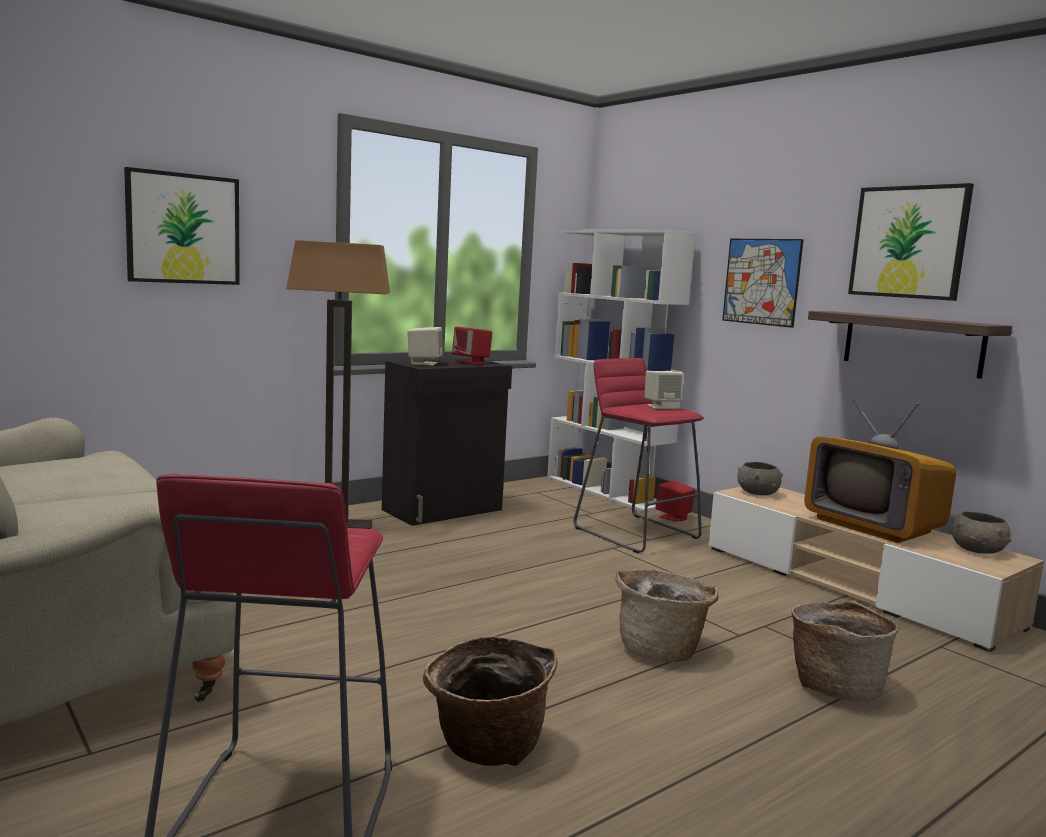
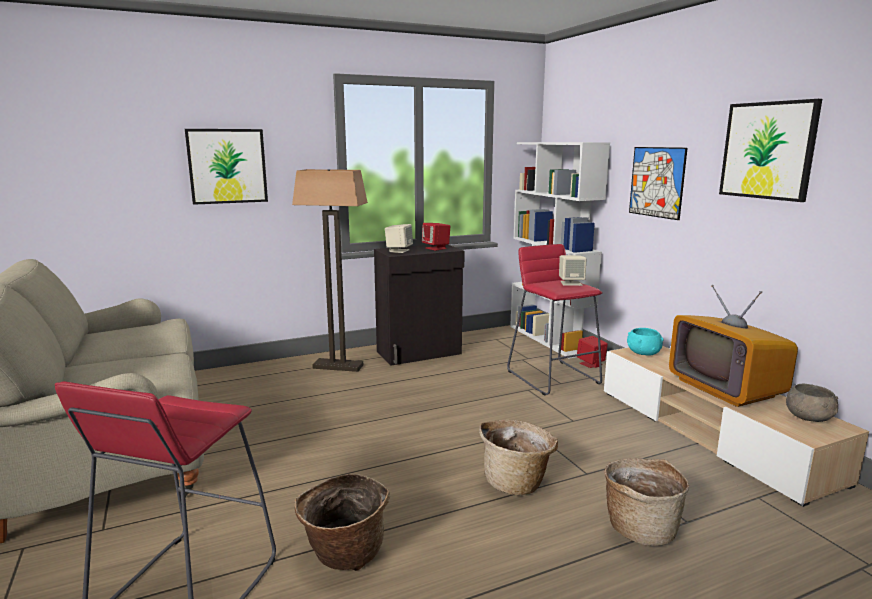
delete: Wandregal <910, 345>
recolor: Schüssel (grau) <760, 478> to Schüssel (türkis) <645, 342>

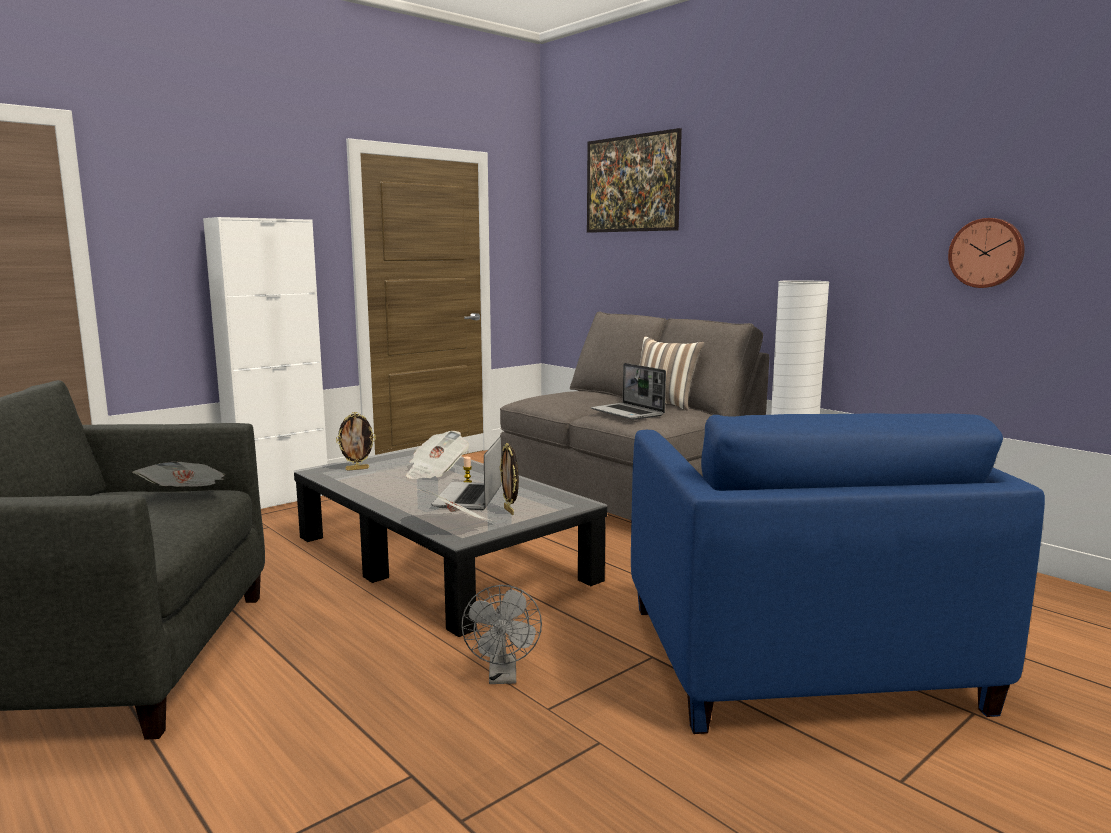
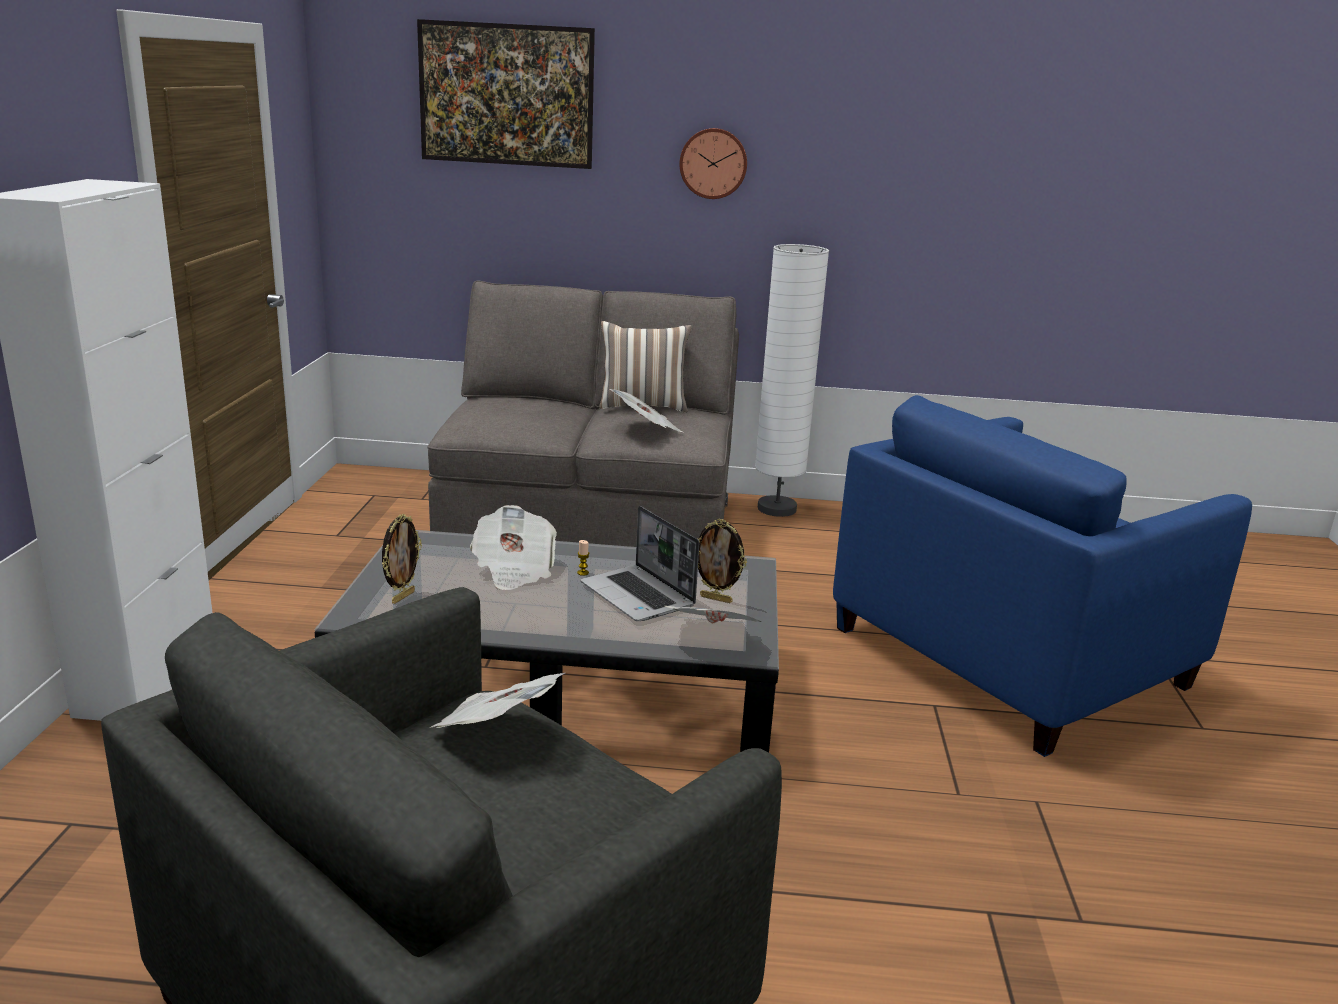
delete: Ventilator (grau) <501, 634>
move: Wanduhr <986, 253> to <713, 163>
replace: Laptop <628, 391> to Zeitung <646, 410>
rotate: Sessel (blau) <838, 573> = <1042, 576> 105 degrees clockwise

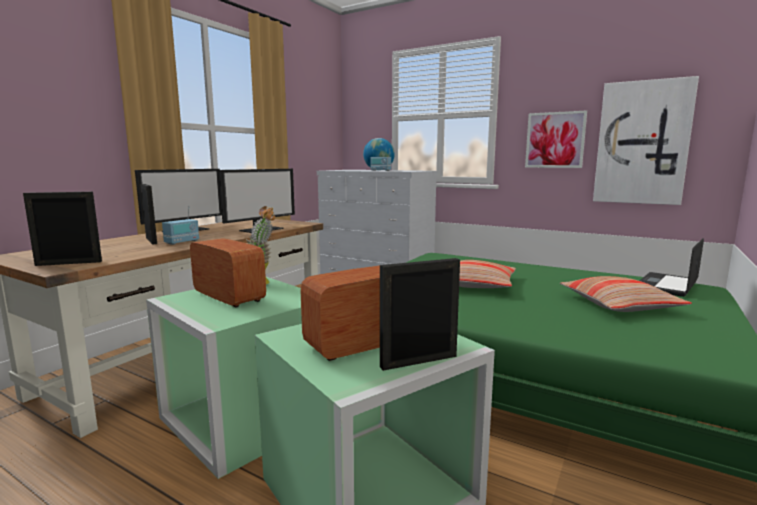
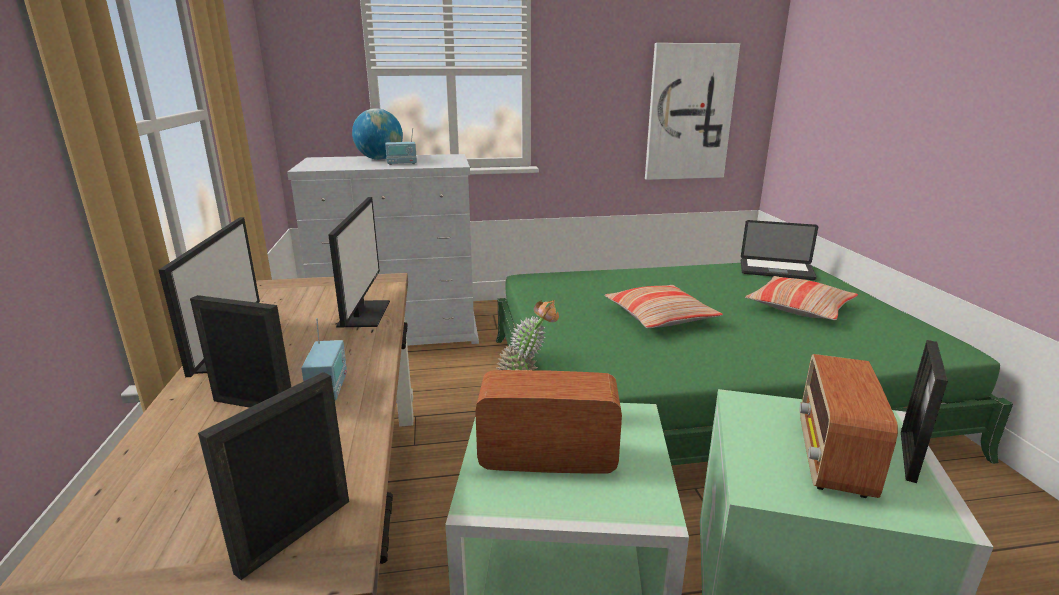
delete: Bild <556, 139>
rotate: Laptop <672, 267> = <779, 250> 75 degrees counterclockwise

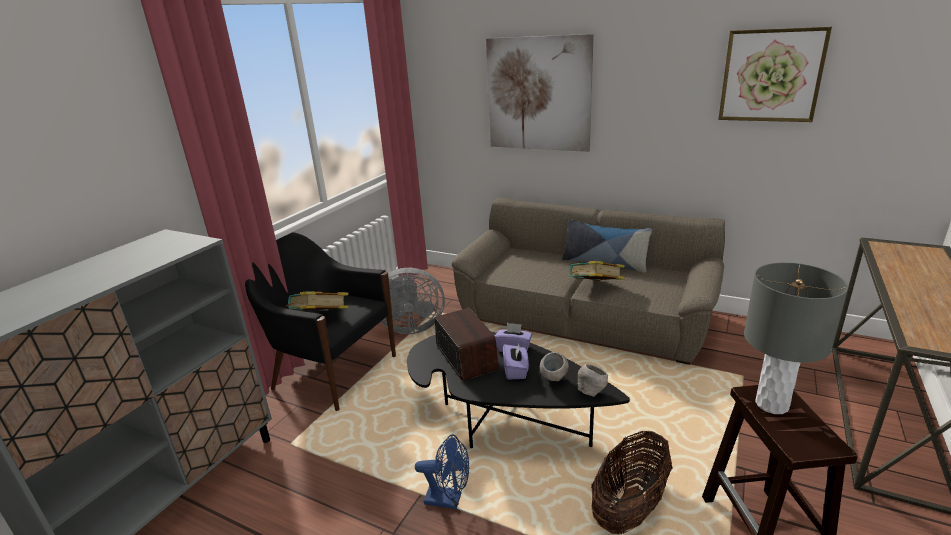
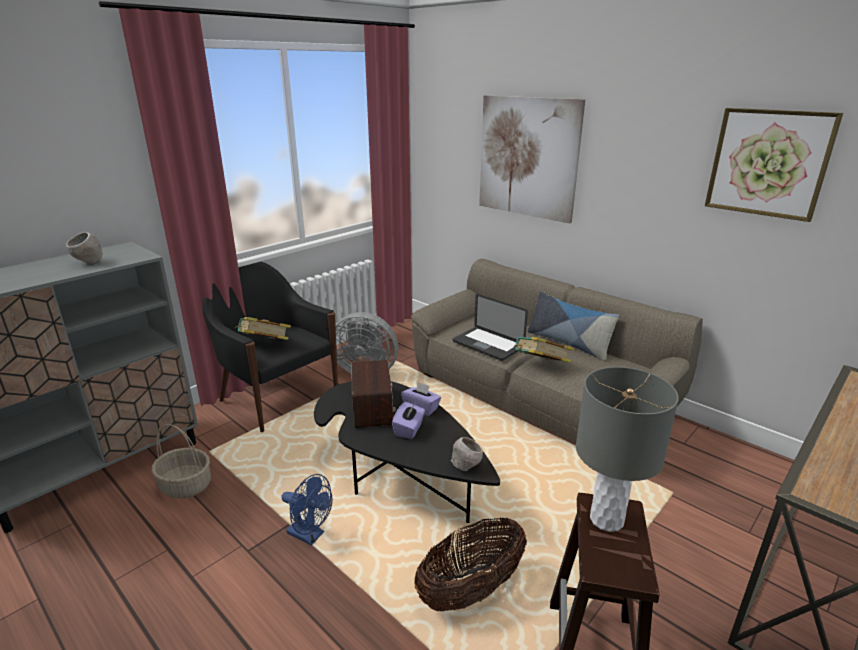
insert: Korb <181, 461>; Laptop <490, 327>
move: Schüssel (grau) <554, 366> to <84, 248>

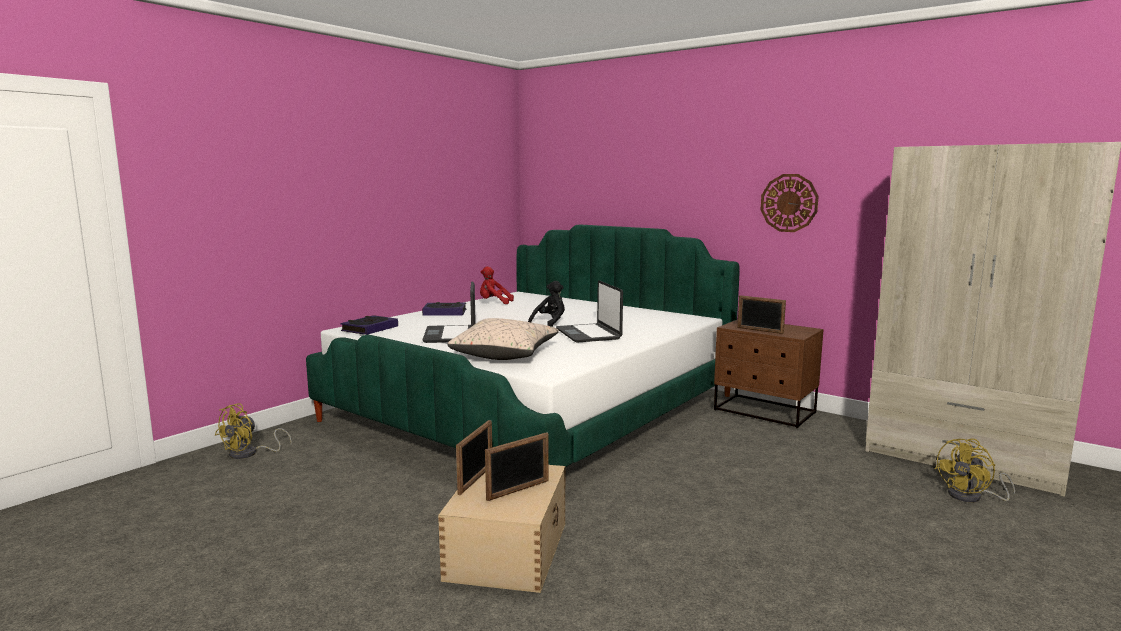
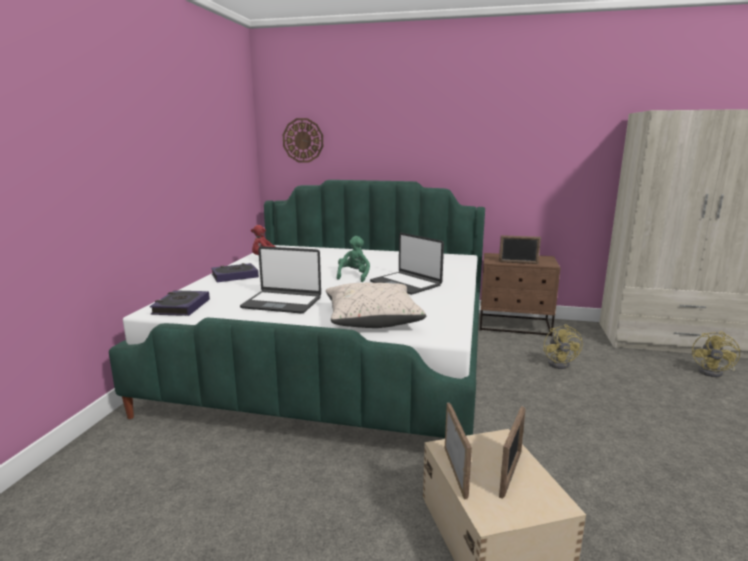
move: Ventilator (gelb) <253, 431> to <563, 346>; Wanduhr <790, 203> to <303, 140>
recolor: Plüschtier (schwarz) <546, 304> to Plüschtier (grün) <353, 259>
rotate: Laptop <449, 312> = <280, 280> 45 degrees counterclockwise

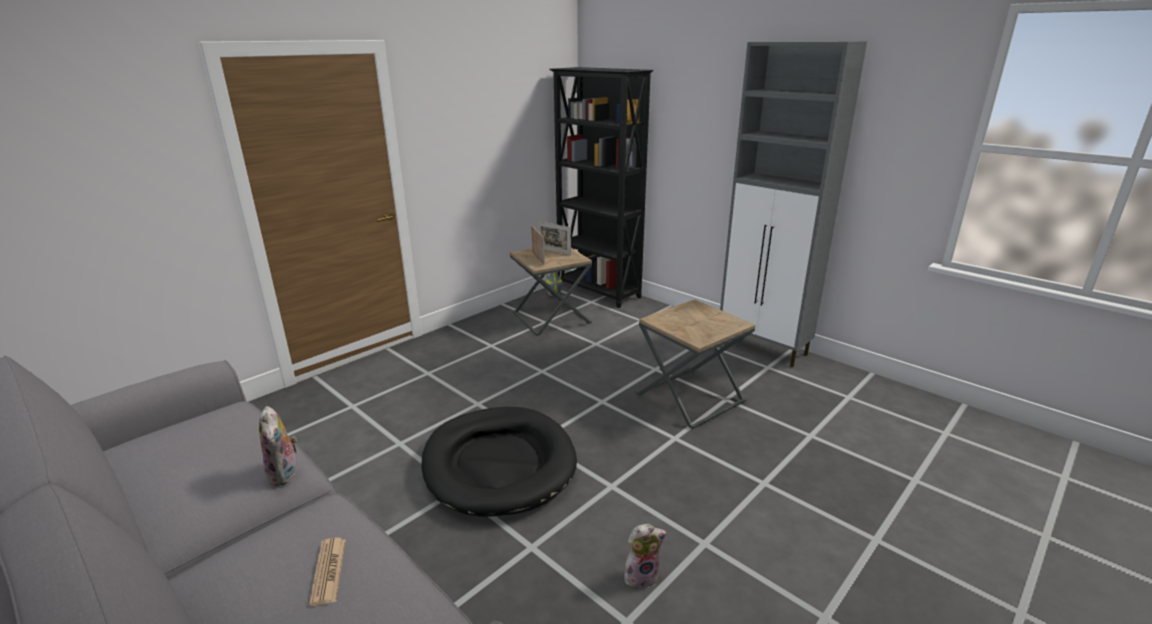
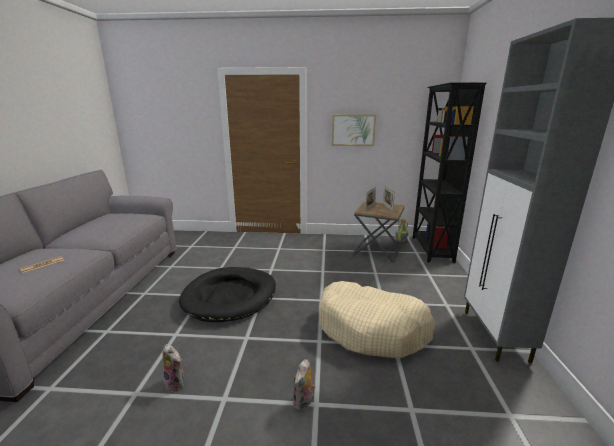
insert: Bild <354, 130>
move: Plüschtier <278, 446> to <304, 385>
replace: Beistelltisch (braun) <695, 364> to Hundebett (beige) <377, 320>

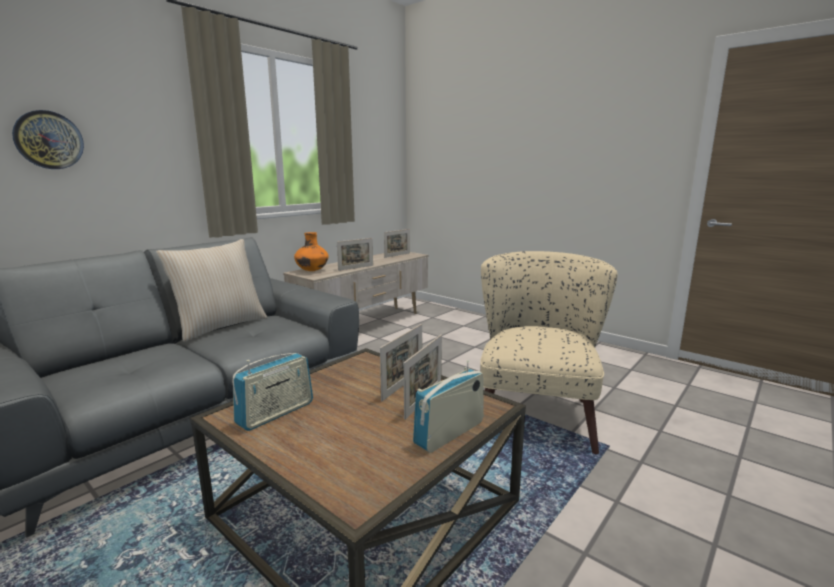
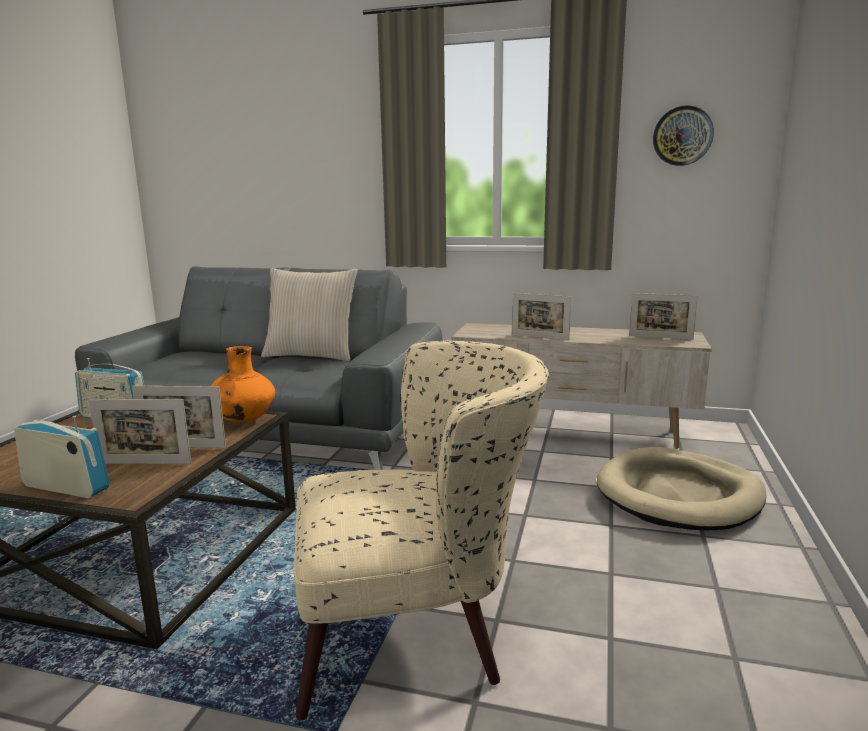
insert: Hundebett (beige) <681, 488>
move: Wanduhr <48, 139> to <683, 135>; Vase (orange) <311, 251> to <243, 384>

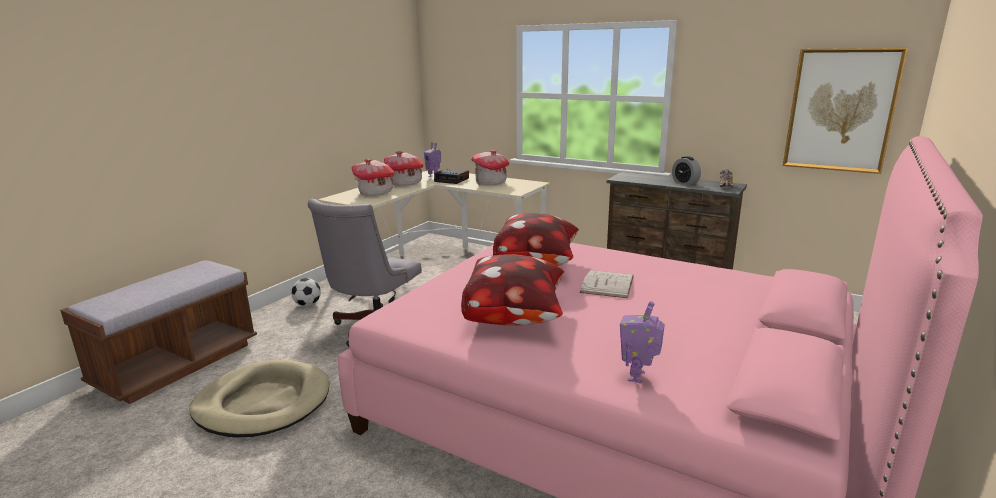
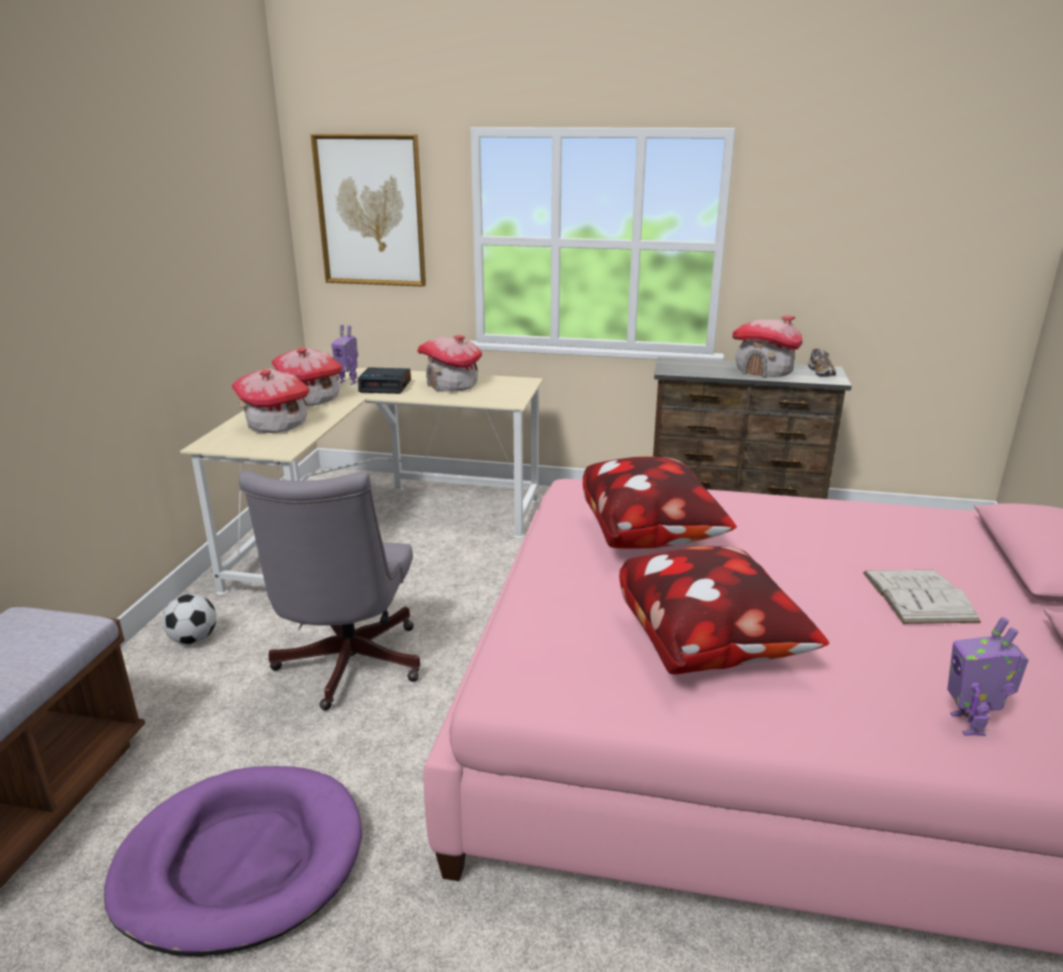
move: Buch (weiß) <607, 284> to <922, 597>; Bild <845, 111> to <368, 210>
replace: Wecker <686, 170> to Spielzeughaus <767, 346>
recolor: Hundebett (beige) <259, 399> to Hundebett (lila) <233, 861>

